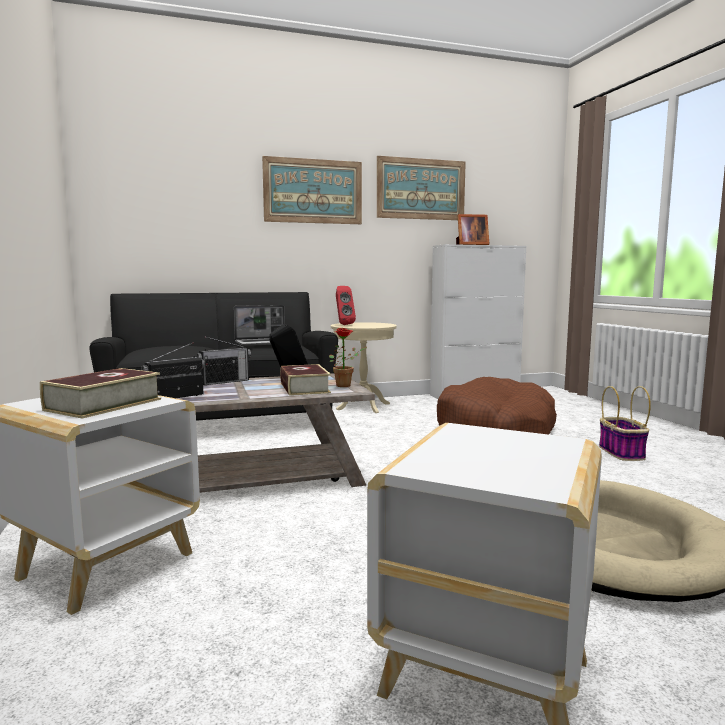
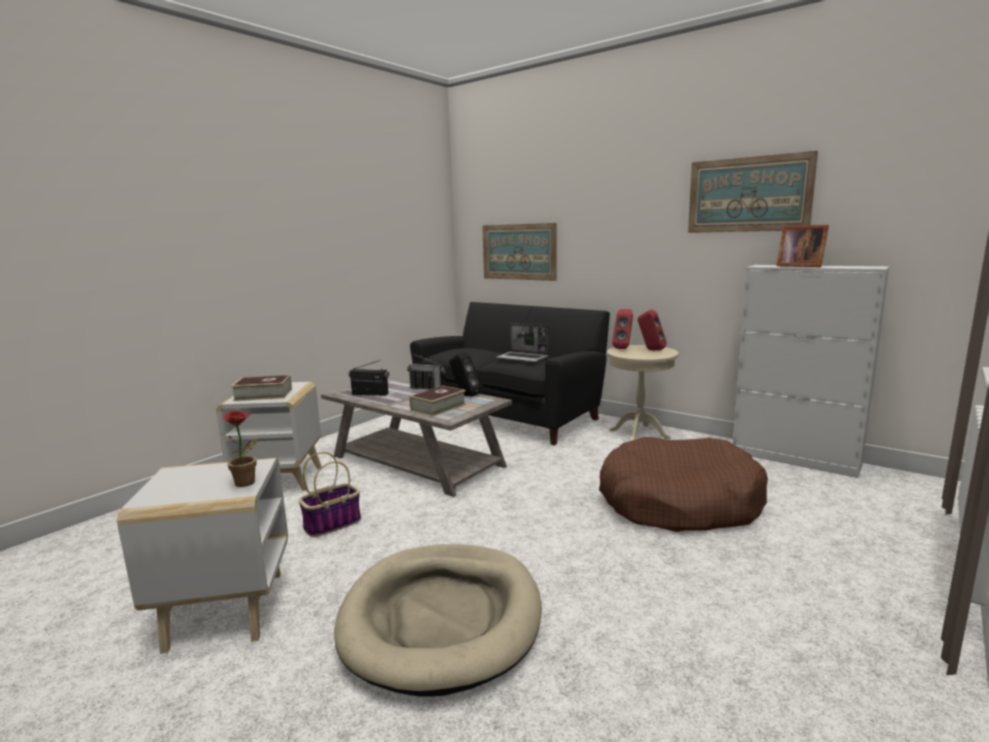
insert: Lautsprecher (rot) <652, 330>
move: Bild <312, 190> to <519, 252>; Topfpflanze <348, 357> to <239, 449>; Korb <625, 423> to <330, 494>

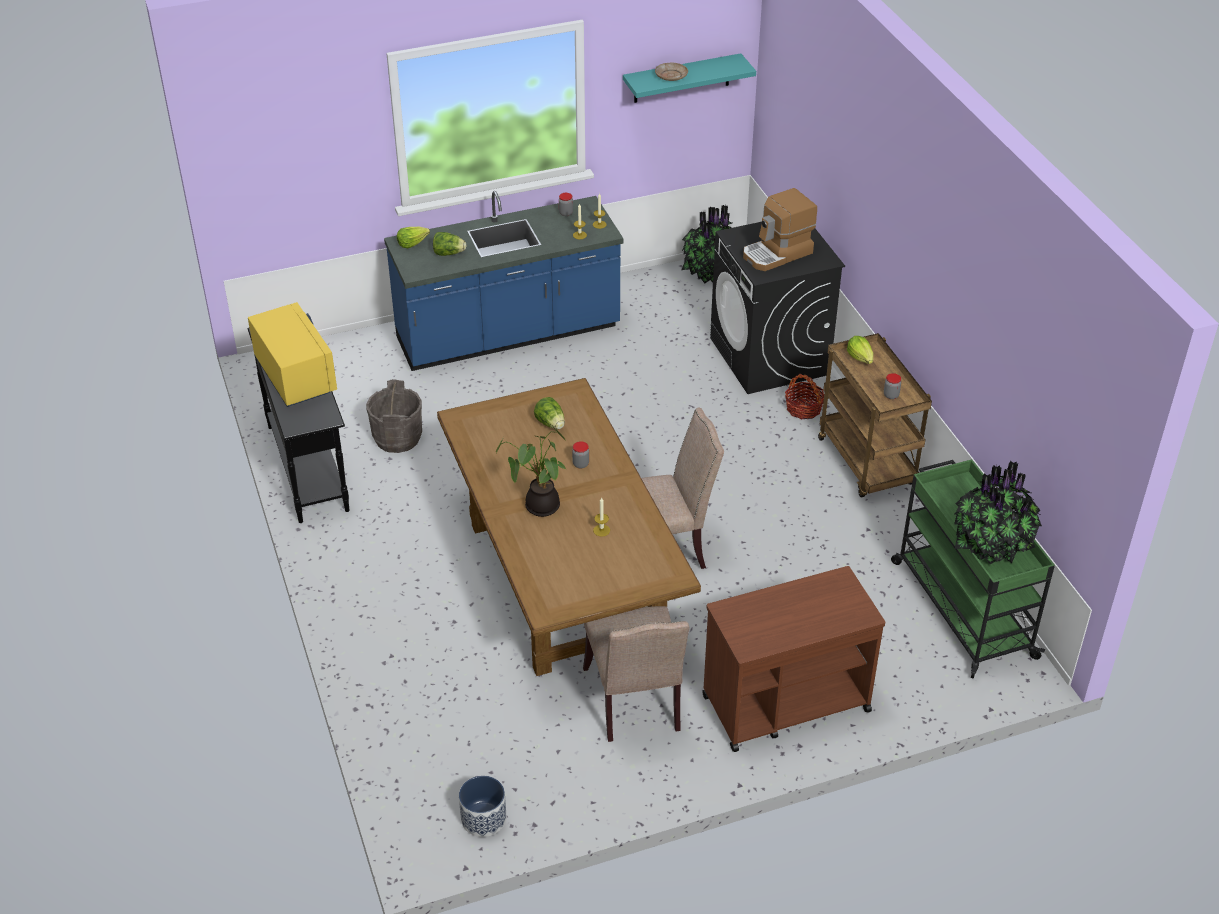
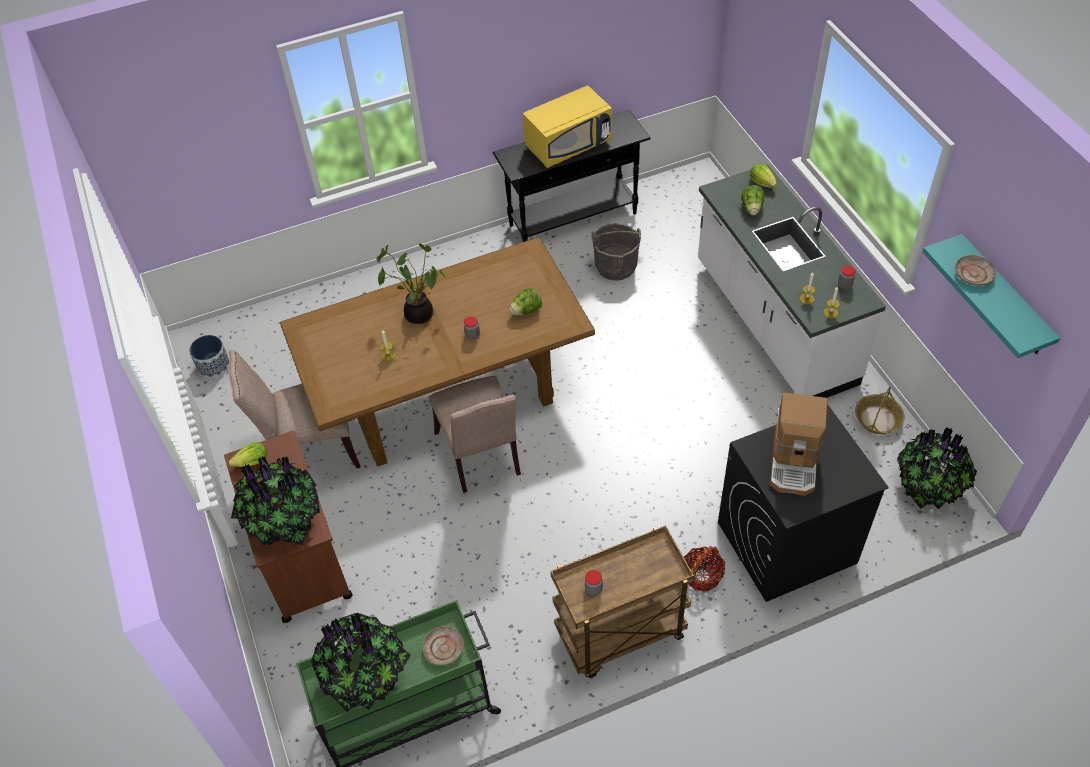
insert: Topfpflanze <275, 500>; Teller (beige) <443, 646>; Korb <880, 410>
move: Salatkopf <860, 350> to <247, 454>
recolor: Küchenzeile (blau) <503, 281> to Küchenzeile (weiß) <792, 281>
rotate: Kaffeemaschine <780, 229> = <799, 444> 135 degrees counterclockwise

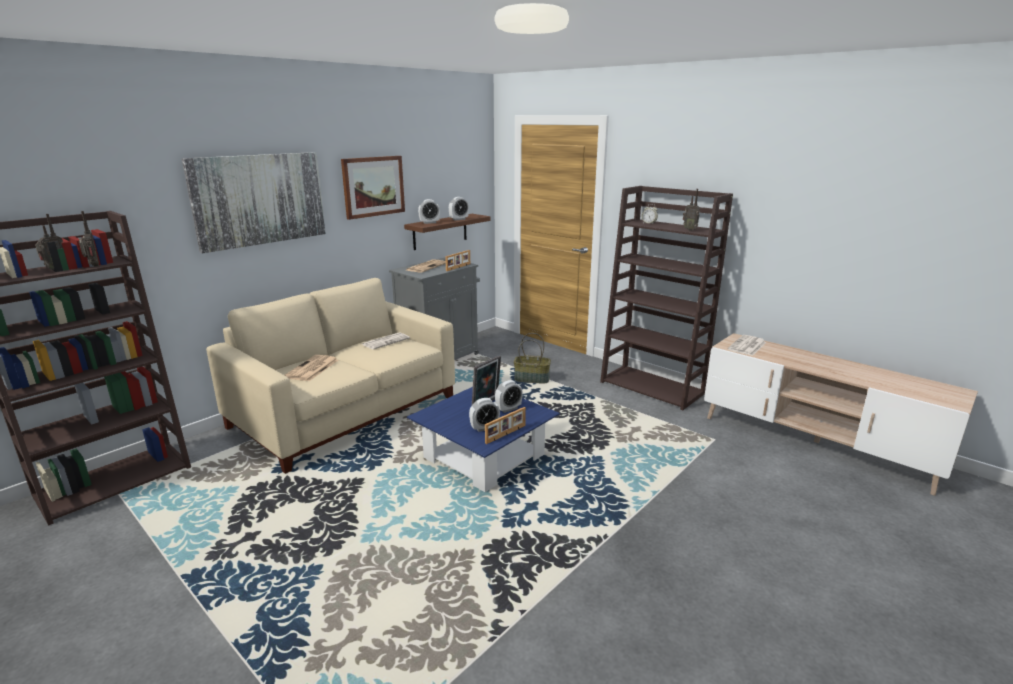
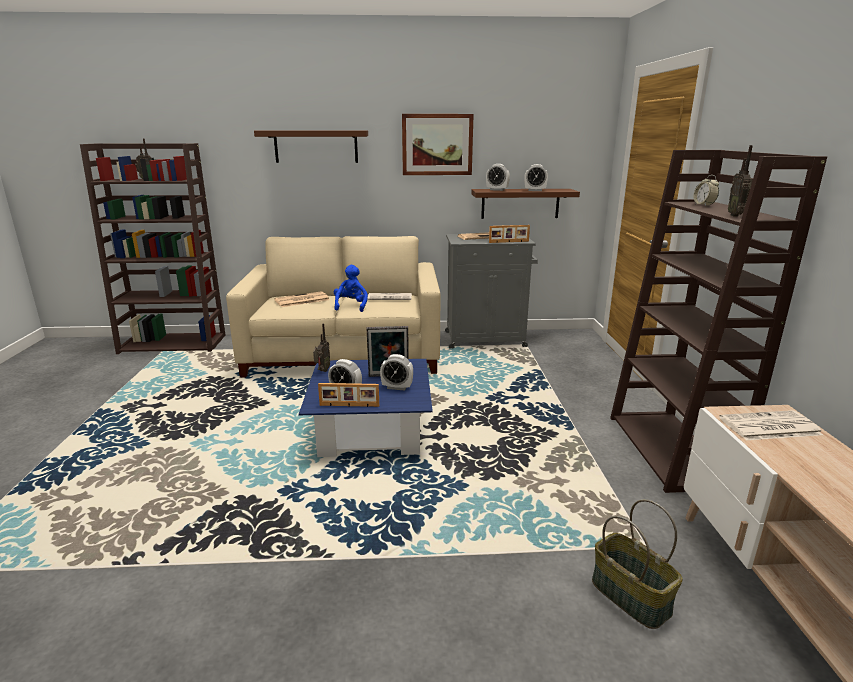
insert: Plüschtier (blau) <351, 288>
move: Radio <89, 239> to <321, 347>; Korb <532, 358> to <637, 564>
replace: Bild <254, 202> to Wandregal (braun) <311, 147>

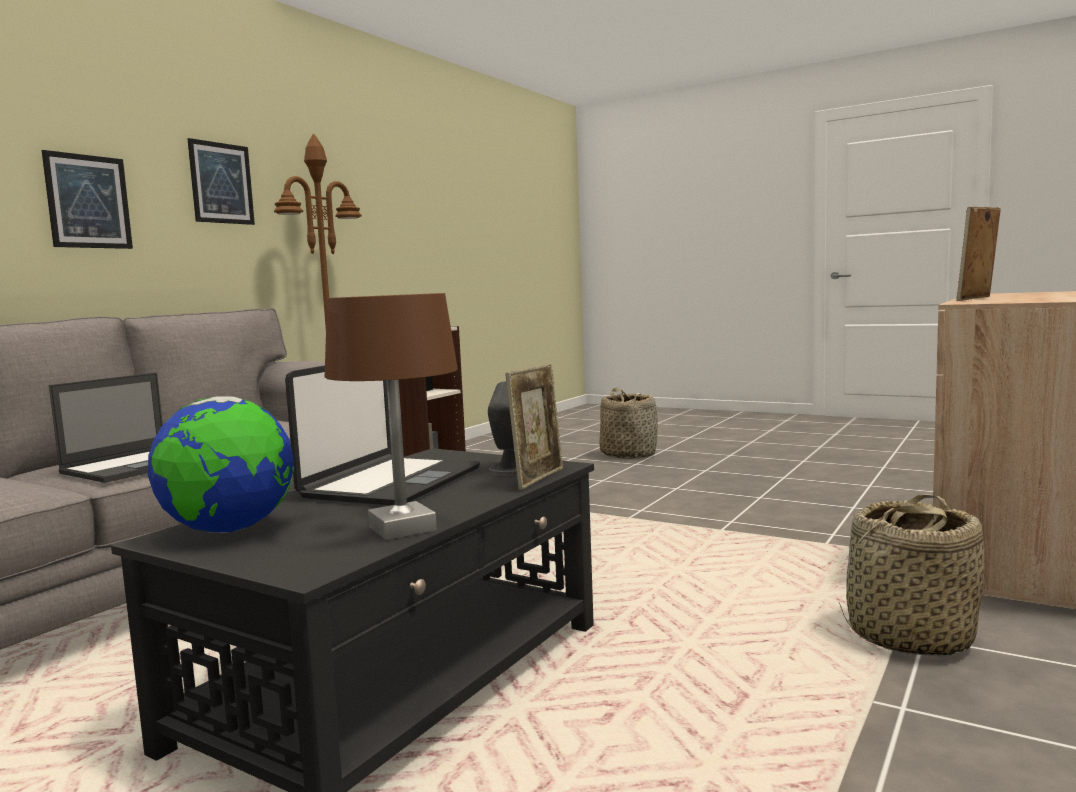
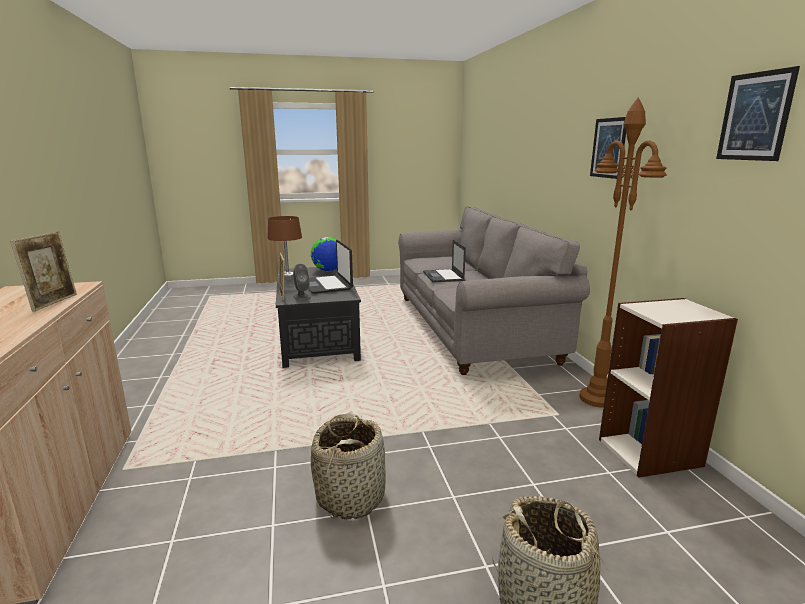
move: Bild <87, 199> to <758, 113>; Korb <912, 575> to <348, 466>

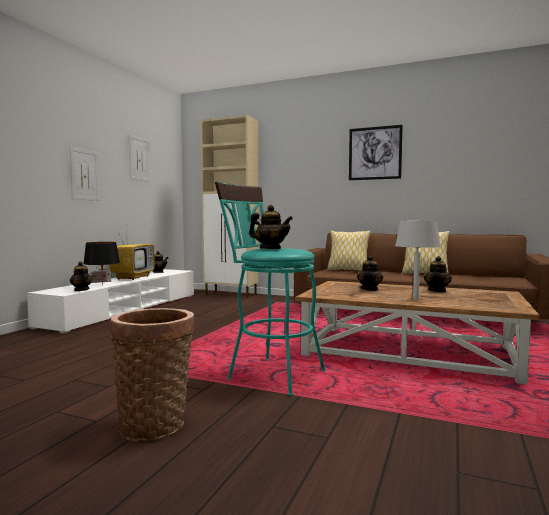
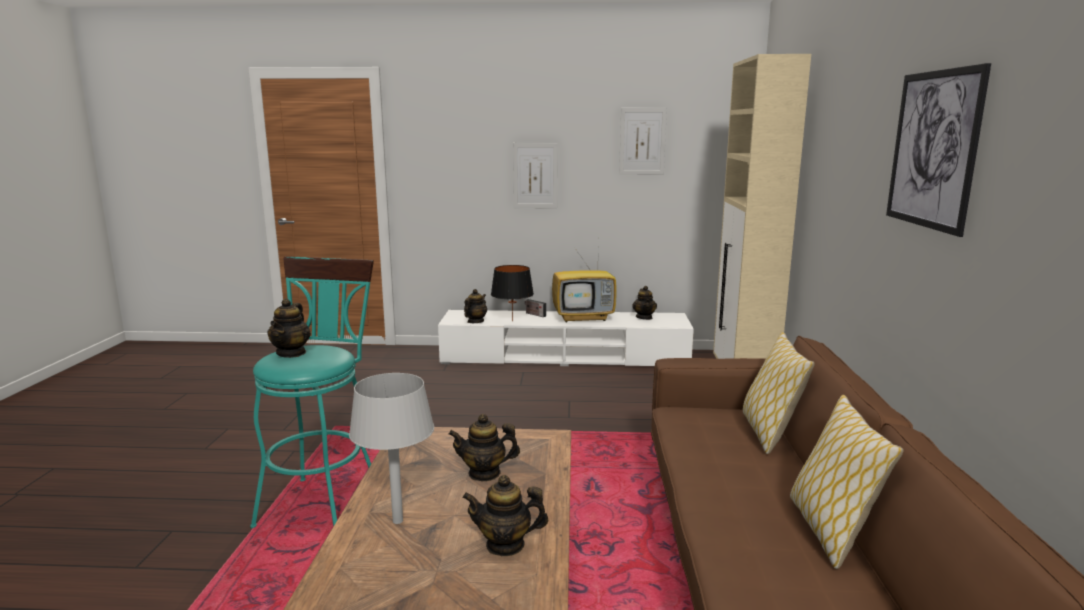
delete: Korb <152, 375>

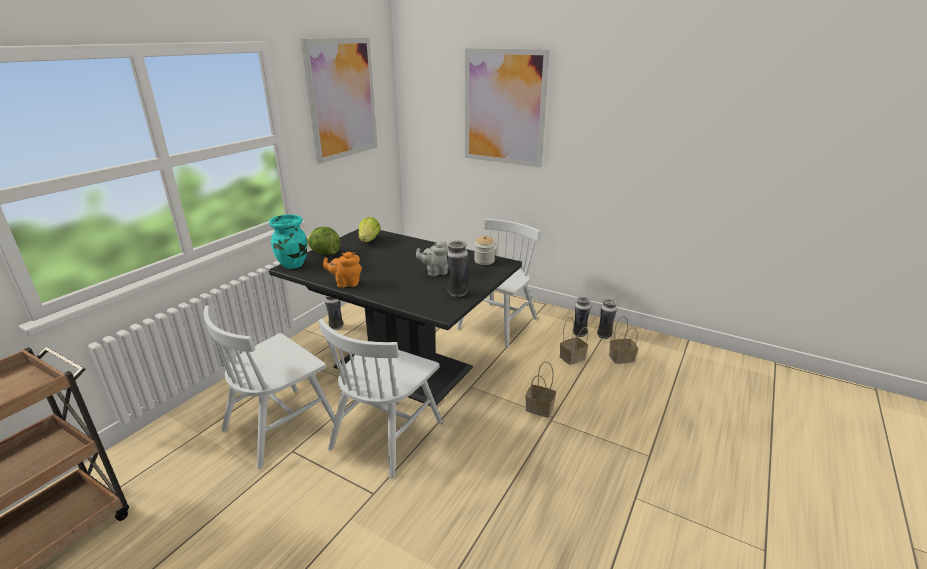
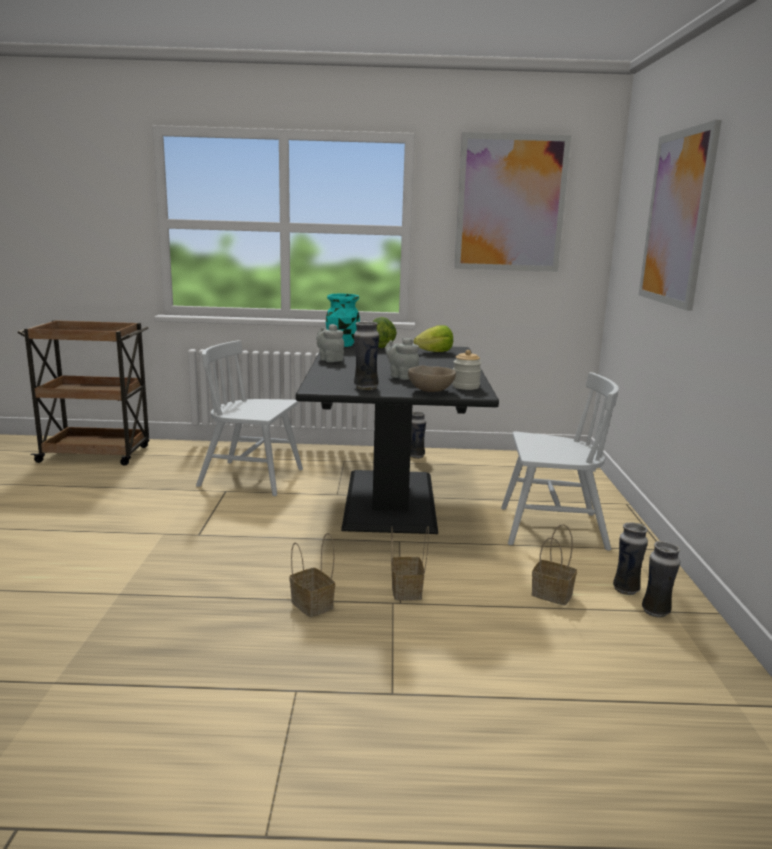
delete: Stuhl (weiß) <380, 399>
insert: Schüssel (beige) <432, 378>
move: Korb <623, 340> to <312, 575>
recolor: Teekanne (orange) <342, 270> to Teekanne (grau) <330, 343>

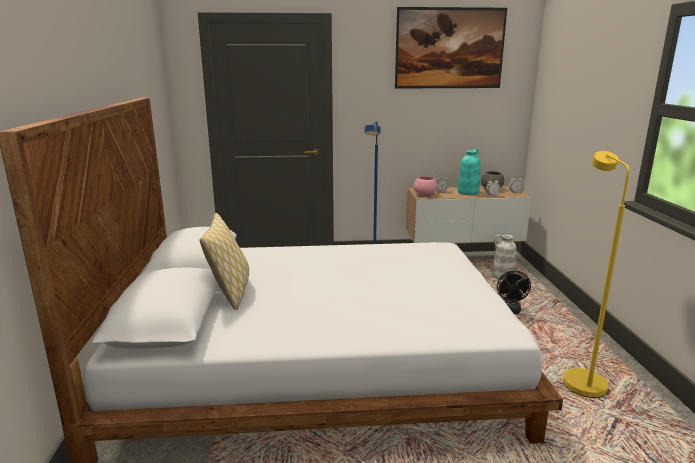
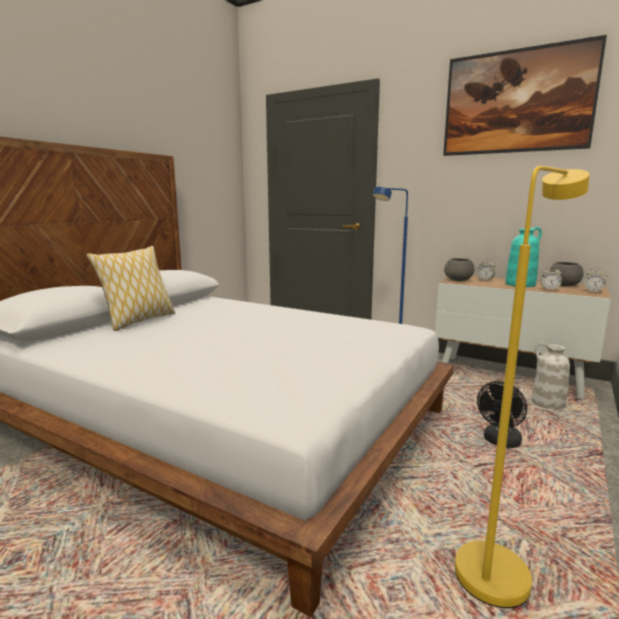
recolor: Schüssel (rosa) <425, 186> to Schüssel (grau) <459, 269>

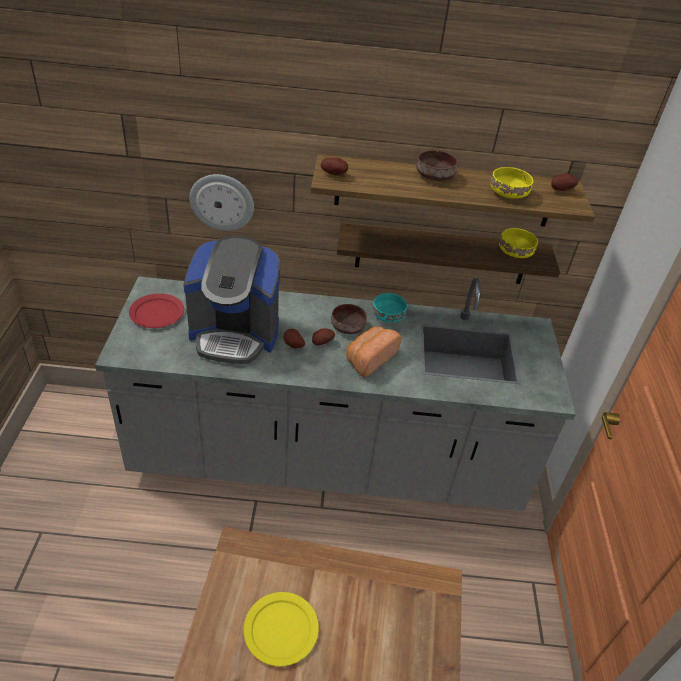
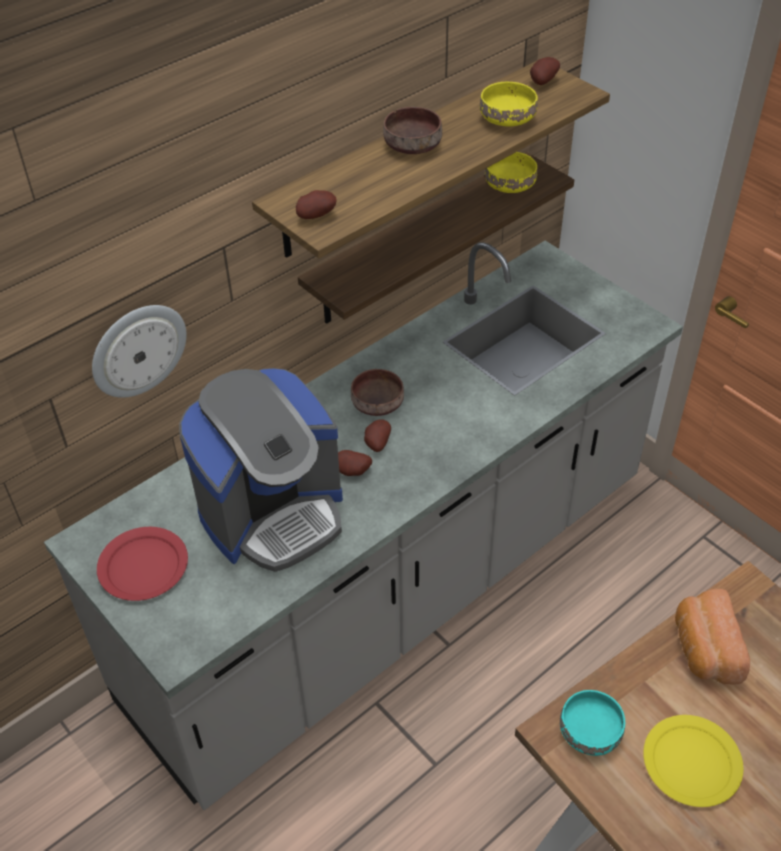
move: Brot <373, 352> to <712, 636>; Schüssel (türkis) <389, 308> to <592, 723>

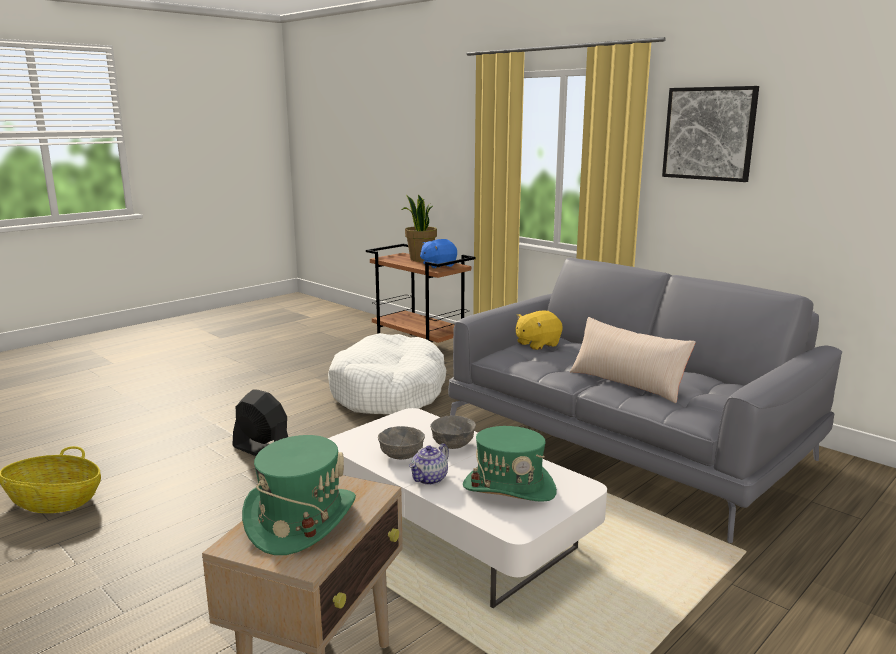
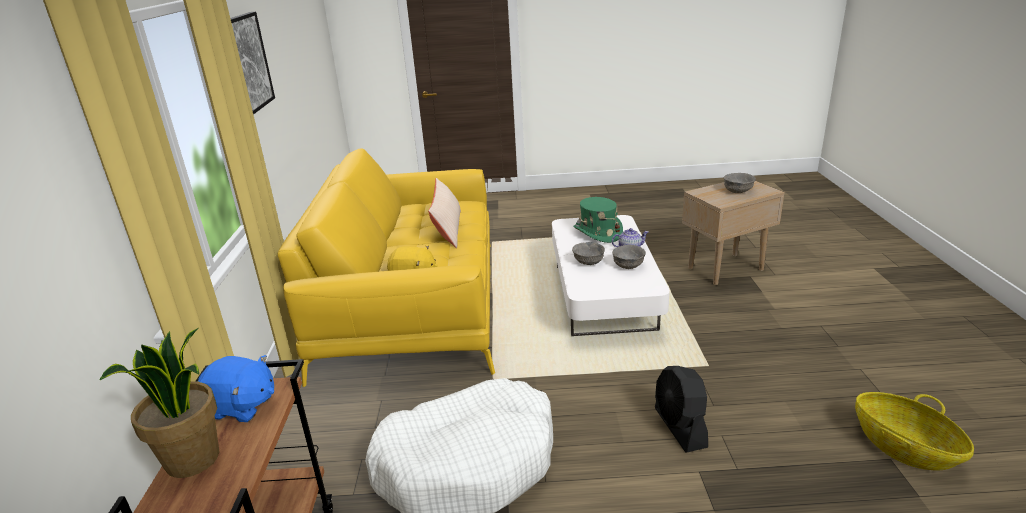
replace: Hut (grün) <299, 495> to Schüssel (grau) <740, 183>
recolor: Sofa (grau) <645, 400> to Sofa (gelb) <386, 268>

